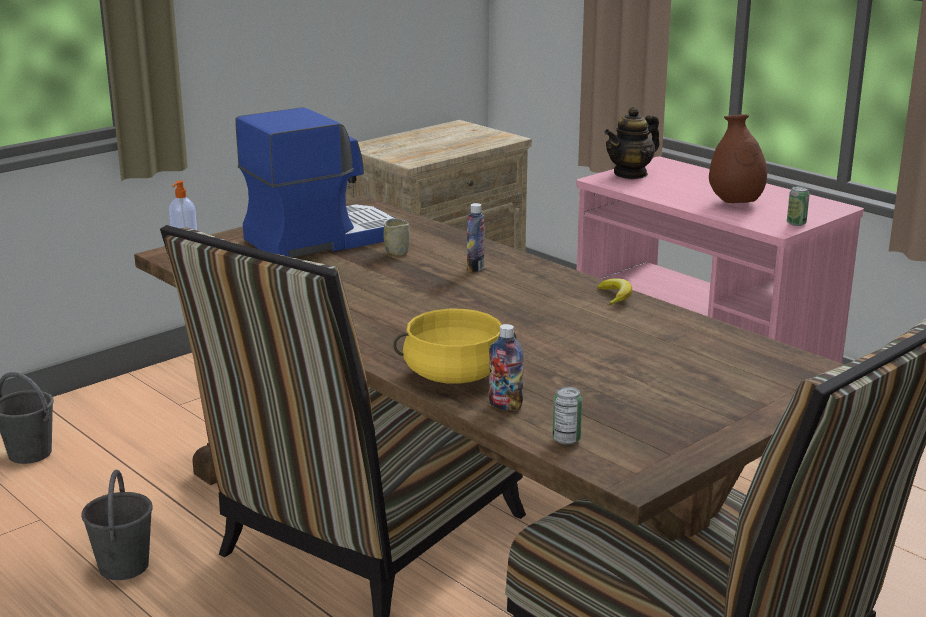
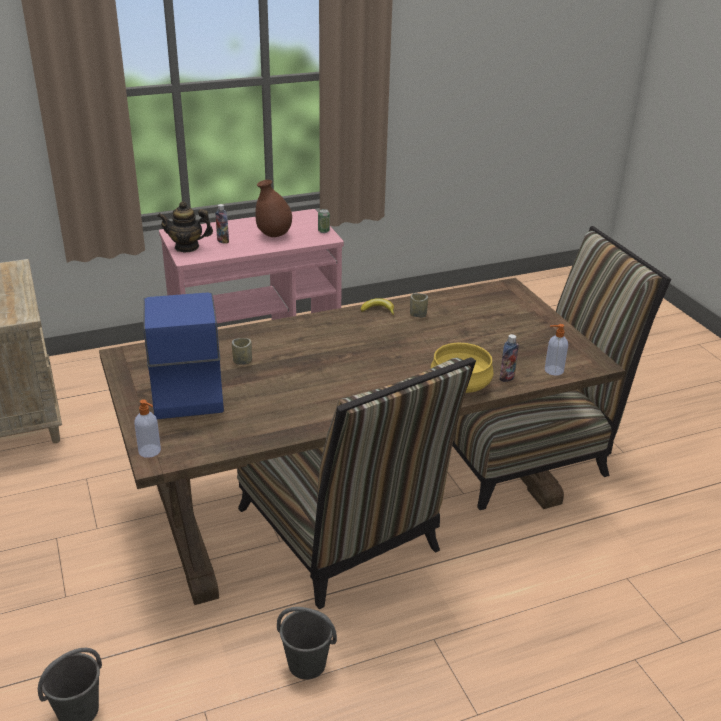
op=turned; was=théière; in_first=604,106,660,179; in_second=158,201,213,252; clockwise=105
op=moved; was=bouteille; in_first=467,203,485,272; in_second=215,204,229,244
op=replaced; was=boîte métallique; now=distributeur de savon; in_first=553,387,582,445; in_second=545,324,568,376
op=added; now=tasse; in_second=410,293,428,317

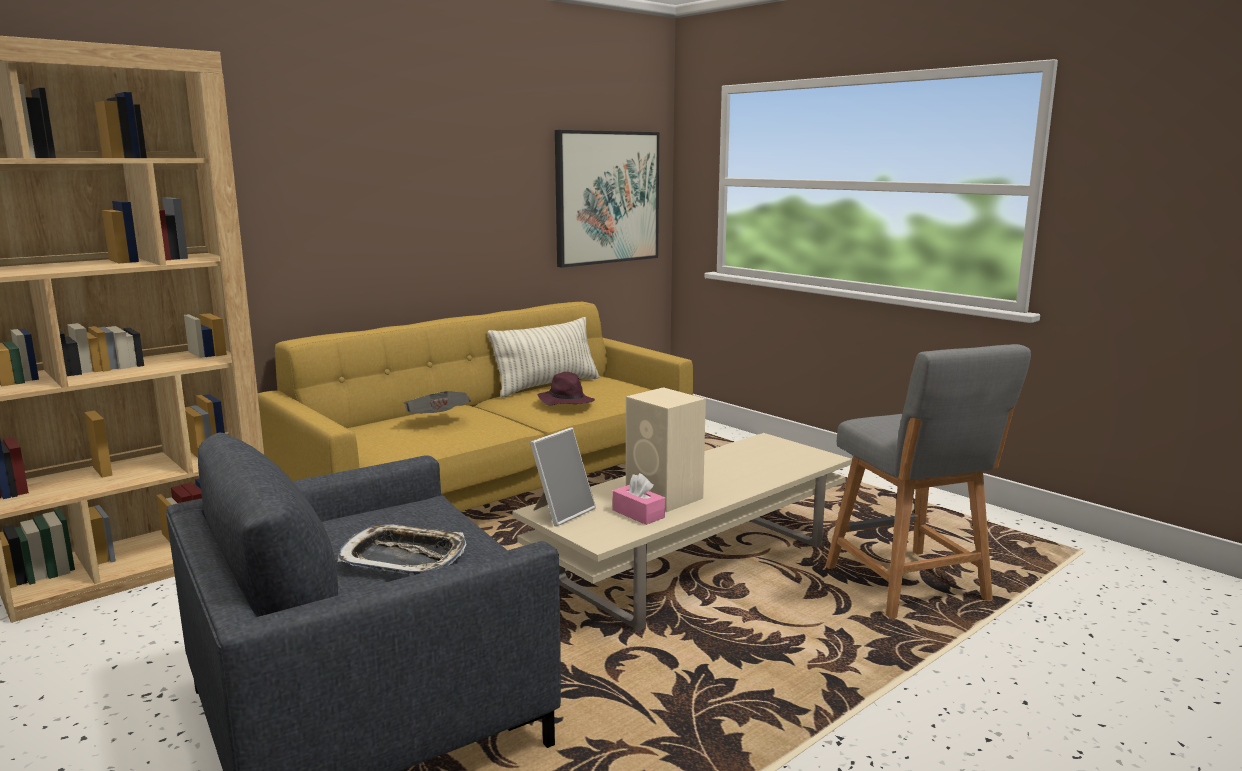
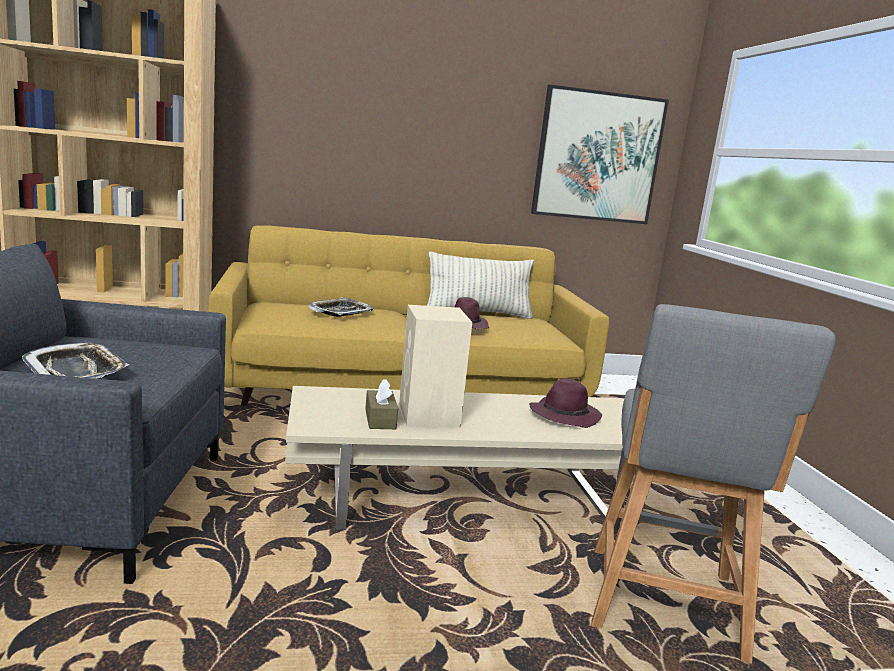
op=replaced; was=journal; now=plateau; in_first=404,391,471,414; in_second=308,297,374,317
op=removed; was=cadre photo; in_first=530,428,596,527
op=recoloured; was=boîte à mouchoirs/rose; now=boîte à mouchoirs/marron; in_first=612,473,665,525; in_second=365,379,398,429
op=added; now=chapeau/violet; in_second=529,378,602,428

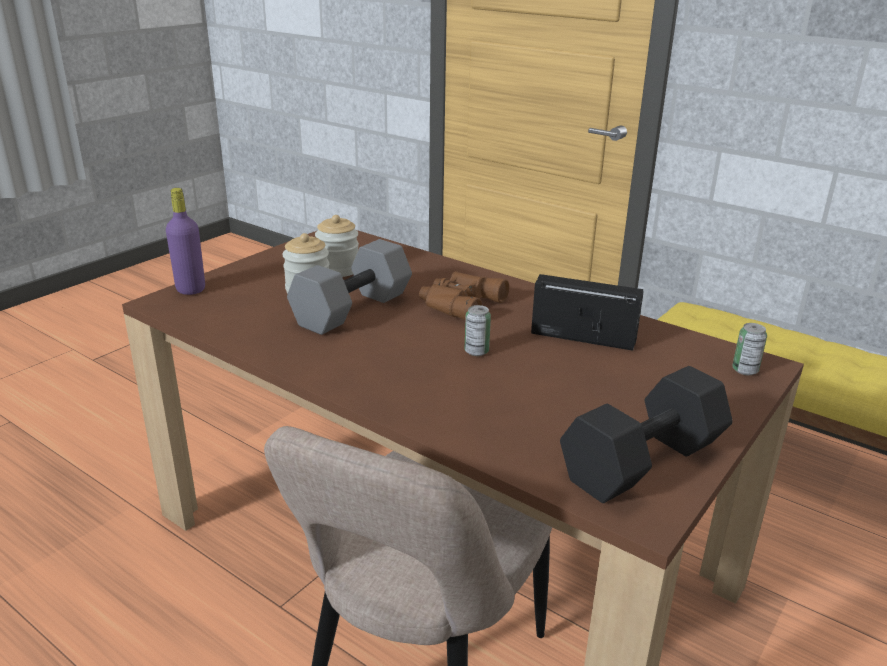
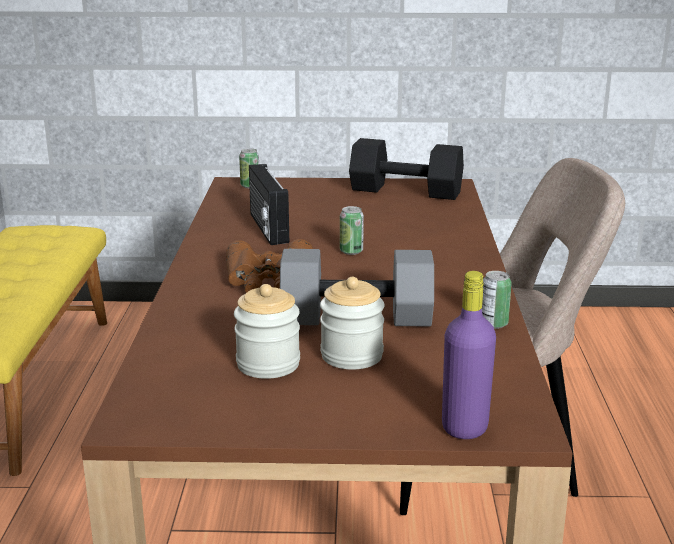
op=added; now=boîte métallique; in_second=482,271,512,329

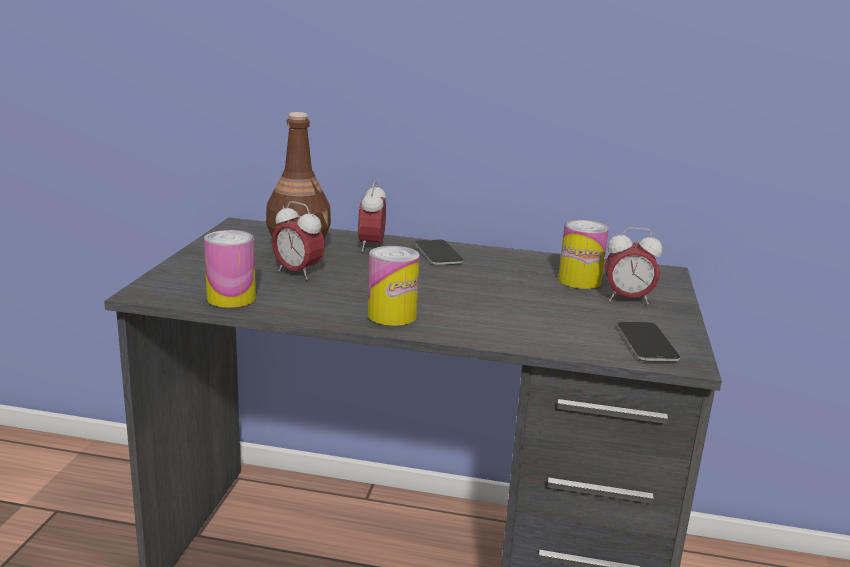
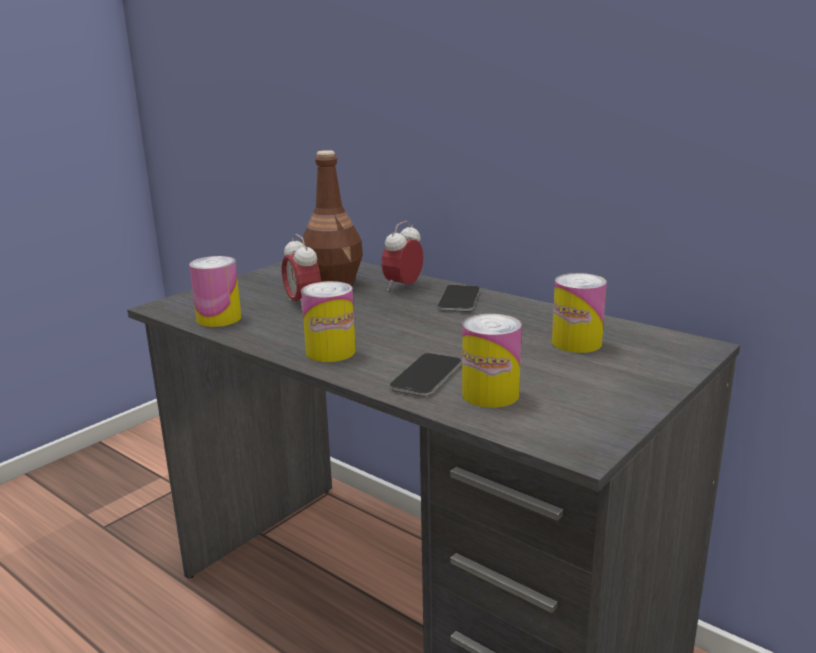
op=removed; was=réveil; in_first=605,227,662,304
op=moved; was=téléphone; in_first=617,322,680,362; in_second=389,353,461,396
op=added; now=boîte métallique; in_second=462,314,522,408

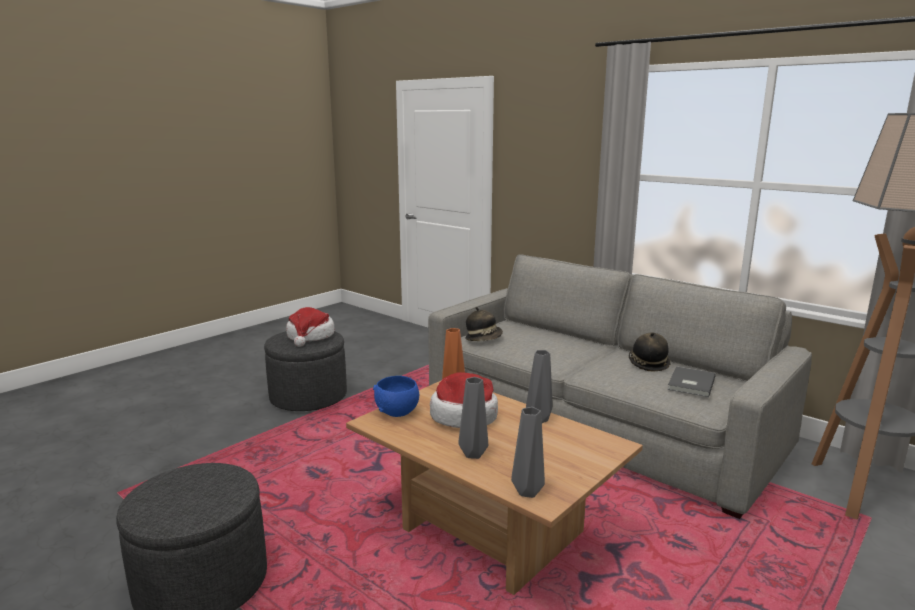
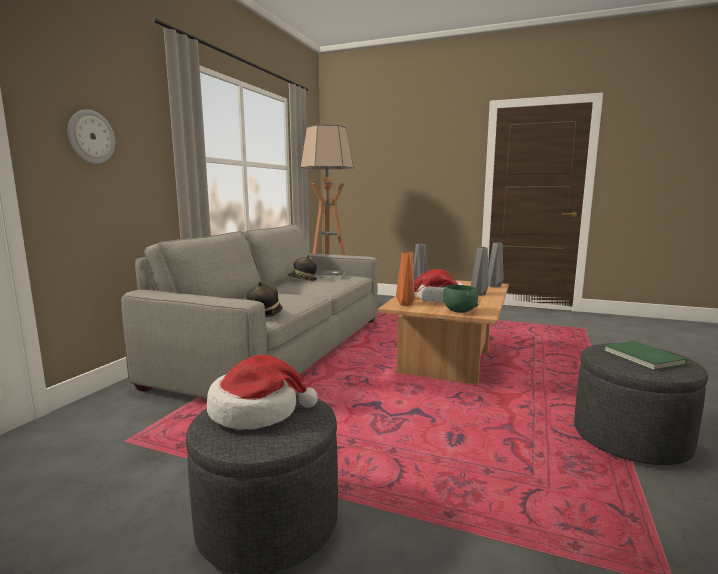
op=recoloured; was=bol/bleu; now=bol/vert; in_first=373,376,419,417; in_second=443,285,478,313
op=added; now=horloge murale; in_second=68,109,115,164
op=added; now=livre/vert; in_second=603,341,687,370

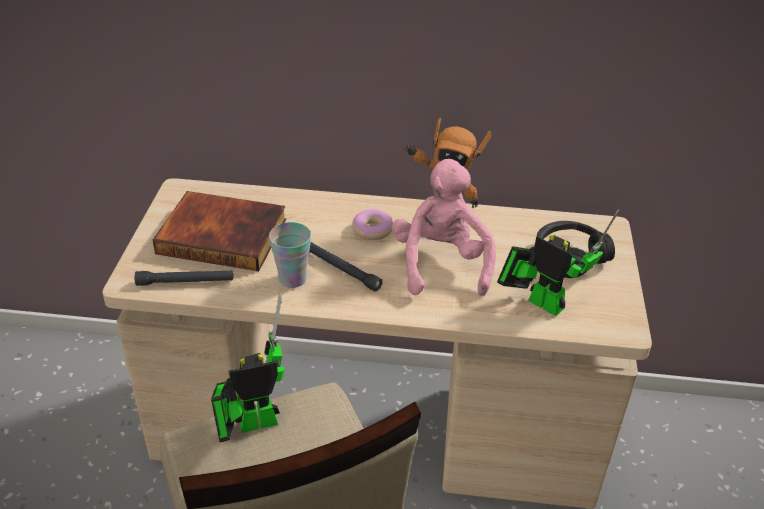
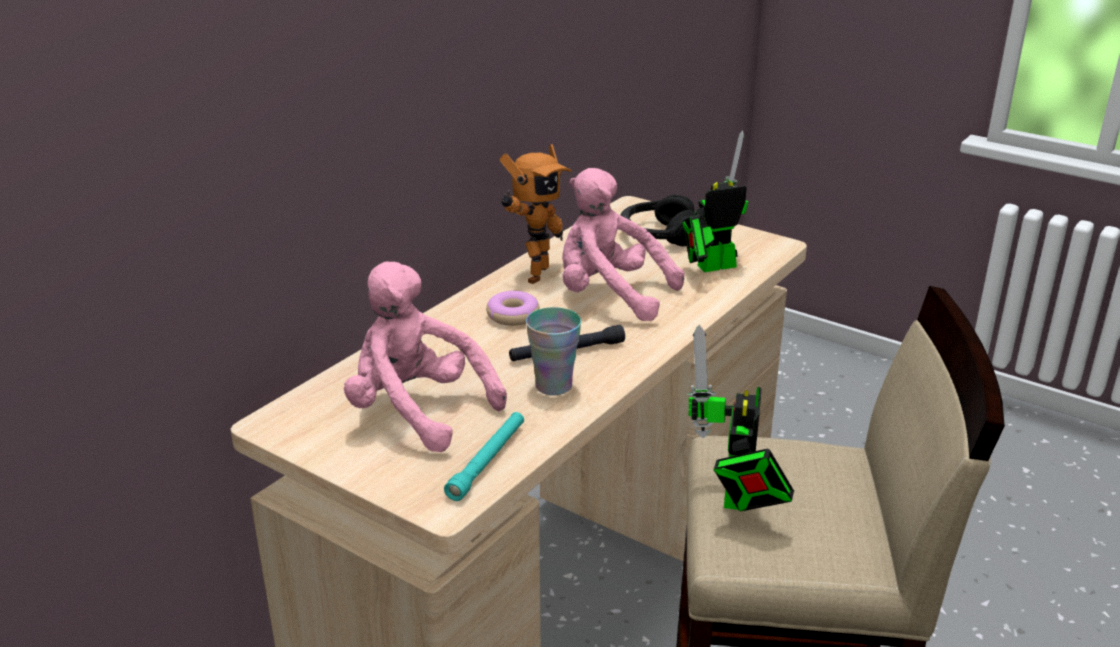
op=replaced; was=livre; now=peluche/rose; in_first=153,191,286,271; in_second=344,261,507,452
op=recoloured; was=lampe de poche/noir; now=lampe de poche/turquoise; in_first=135,270,234,286; in_second=444,412,524,501

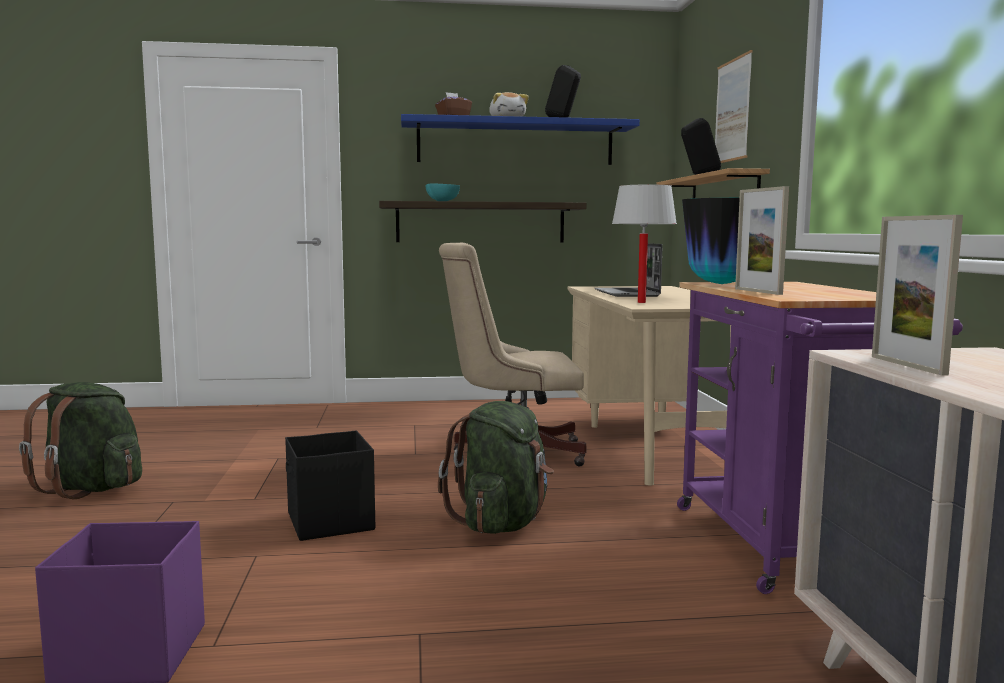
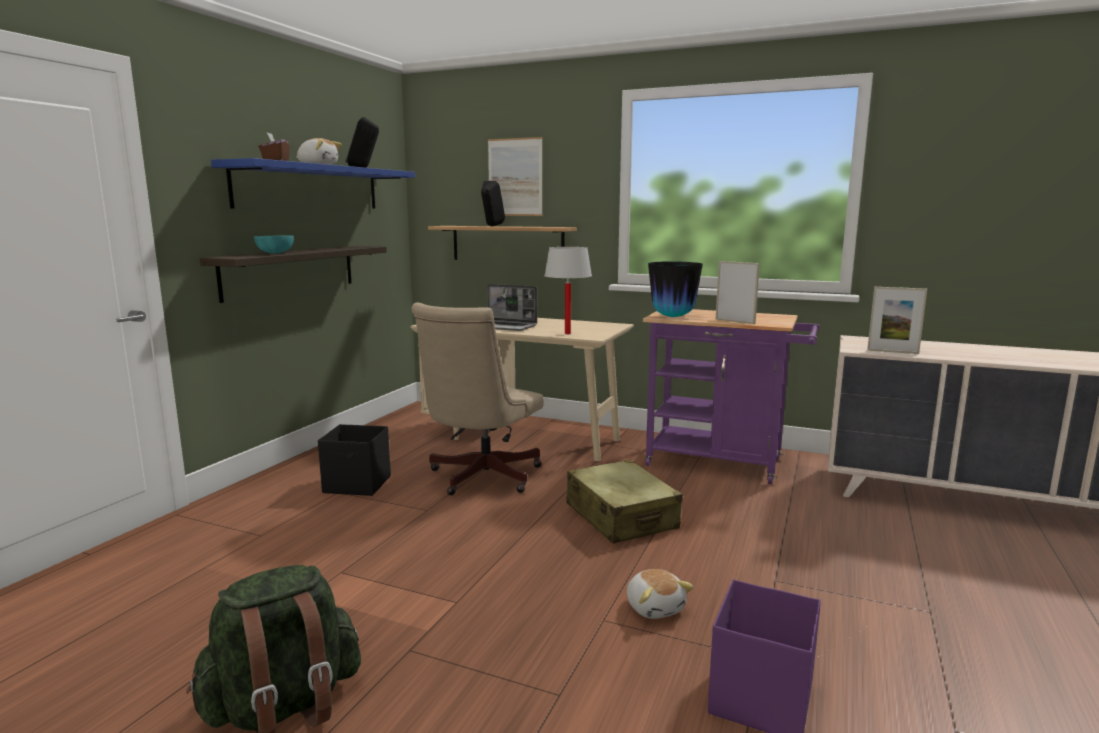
op=turned; was=cadre photo; in_first=735,186,789,295; in_second=715,261,760,324; clockwise=-150
op=replaced; was=sac à dos/vert; now=valise/beige; in_first=438,401,554,534; in_second=566,459,683,544
op=moved; was=boîte de rangement/noir; in_first=285,431,375,541; in_second=318,424,391,496
op=added; now=peluche; in_second=627,569,694,619

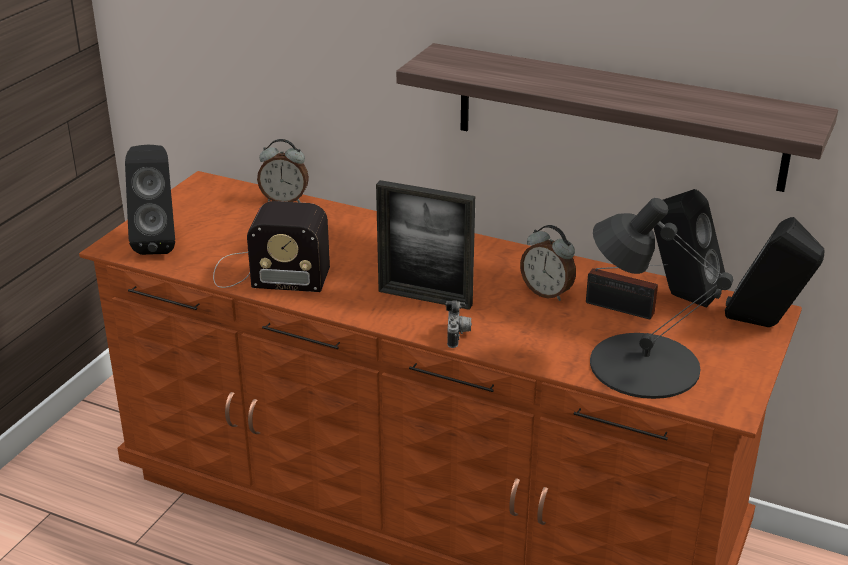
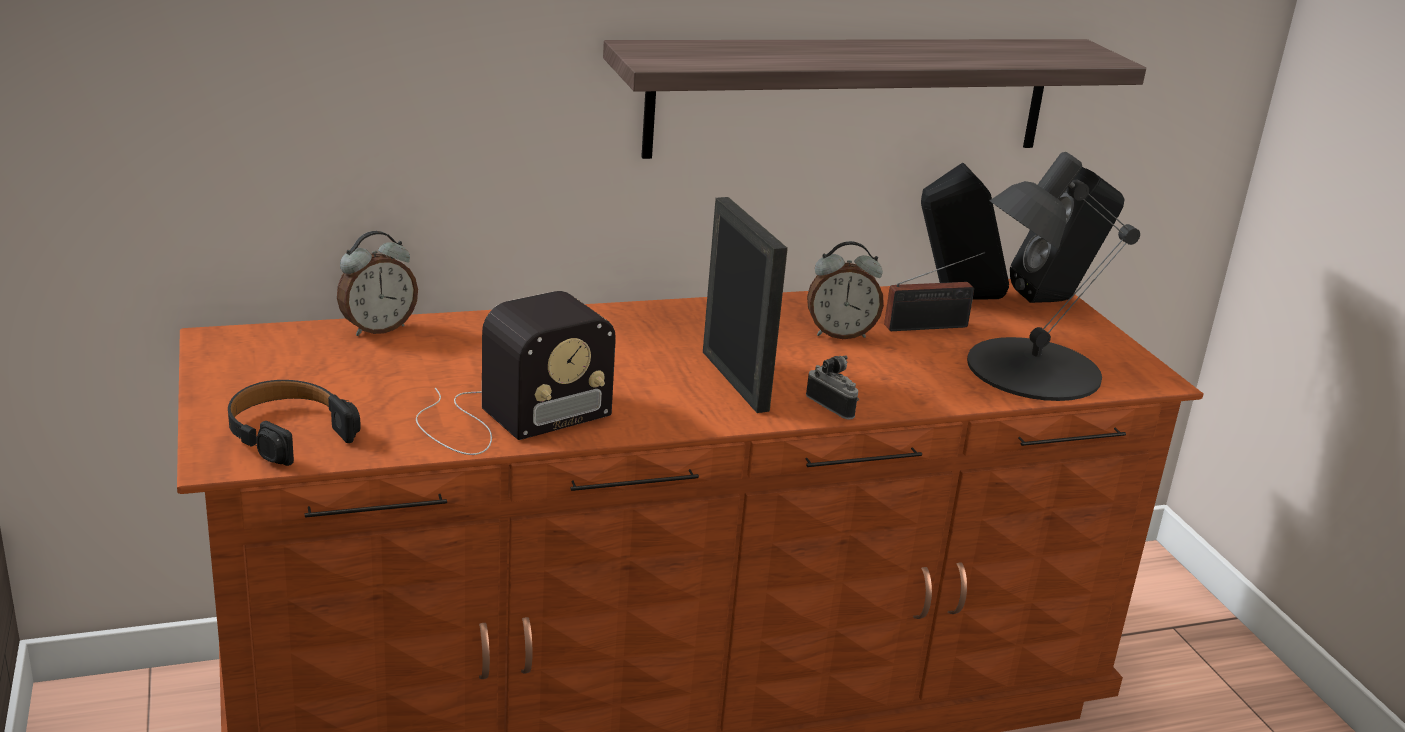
op=replaced; was=enceinte/noir; now=casque audio/noir; in_first=125,145,175,255; in_second=228,380,361,466
op=turned; was=cadre photo; in_first=376,180,475,310; in_second=703,197,788,413; clockwise=-90

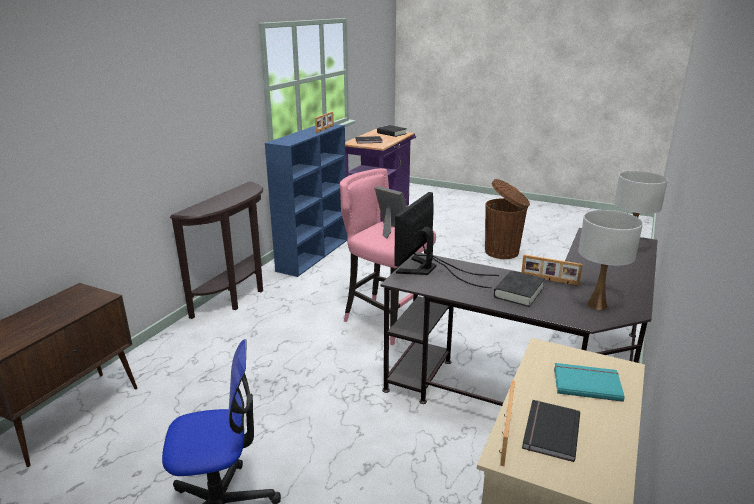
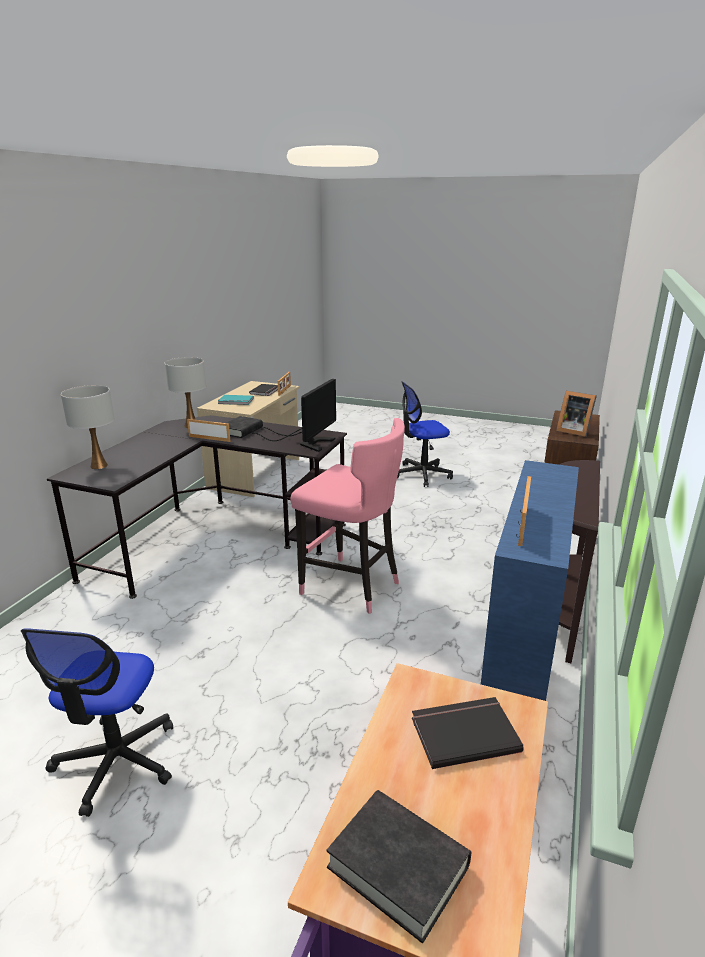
op=replaced; was=poubelle/marron; now=chaise de bureau; in_first=485,179,530,259; in_second=21,629,173,817
op=moved; was=cadre photo; in_first=374,186,407,239; in_second=556,391,597,437

